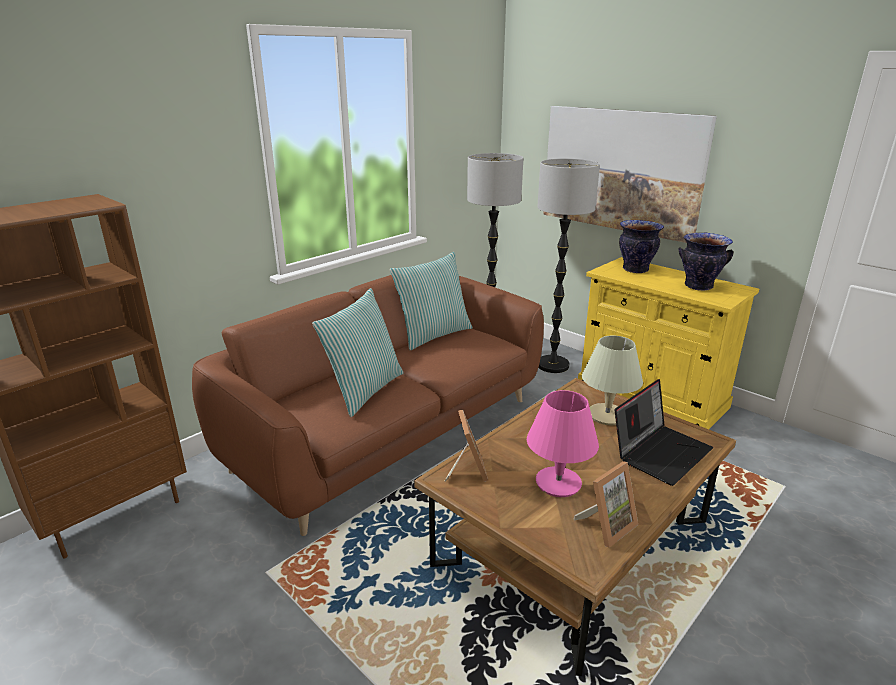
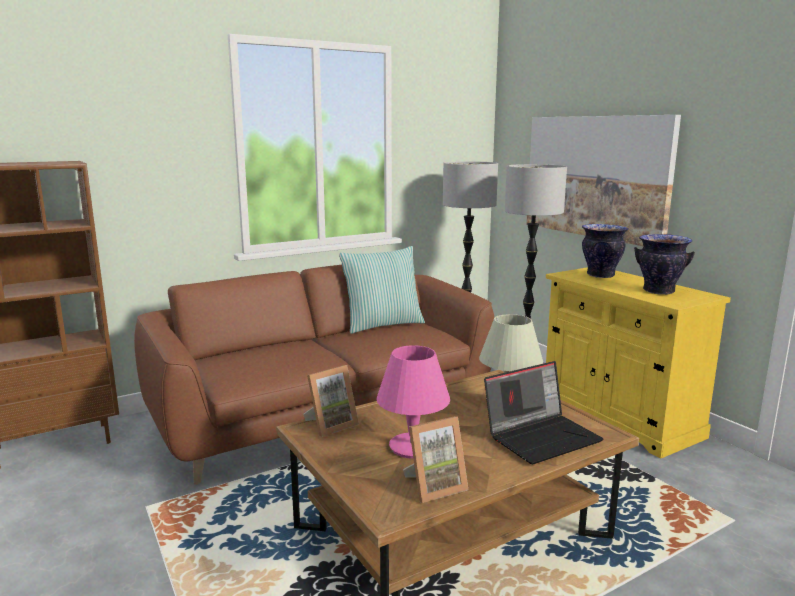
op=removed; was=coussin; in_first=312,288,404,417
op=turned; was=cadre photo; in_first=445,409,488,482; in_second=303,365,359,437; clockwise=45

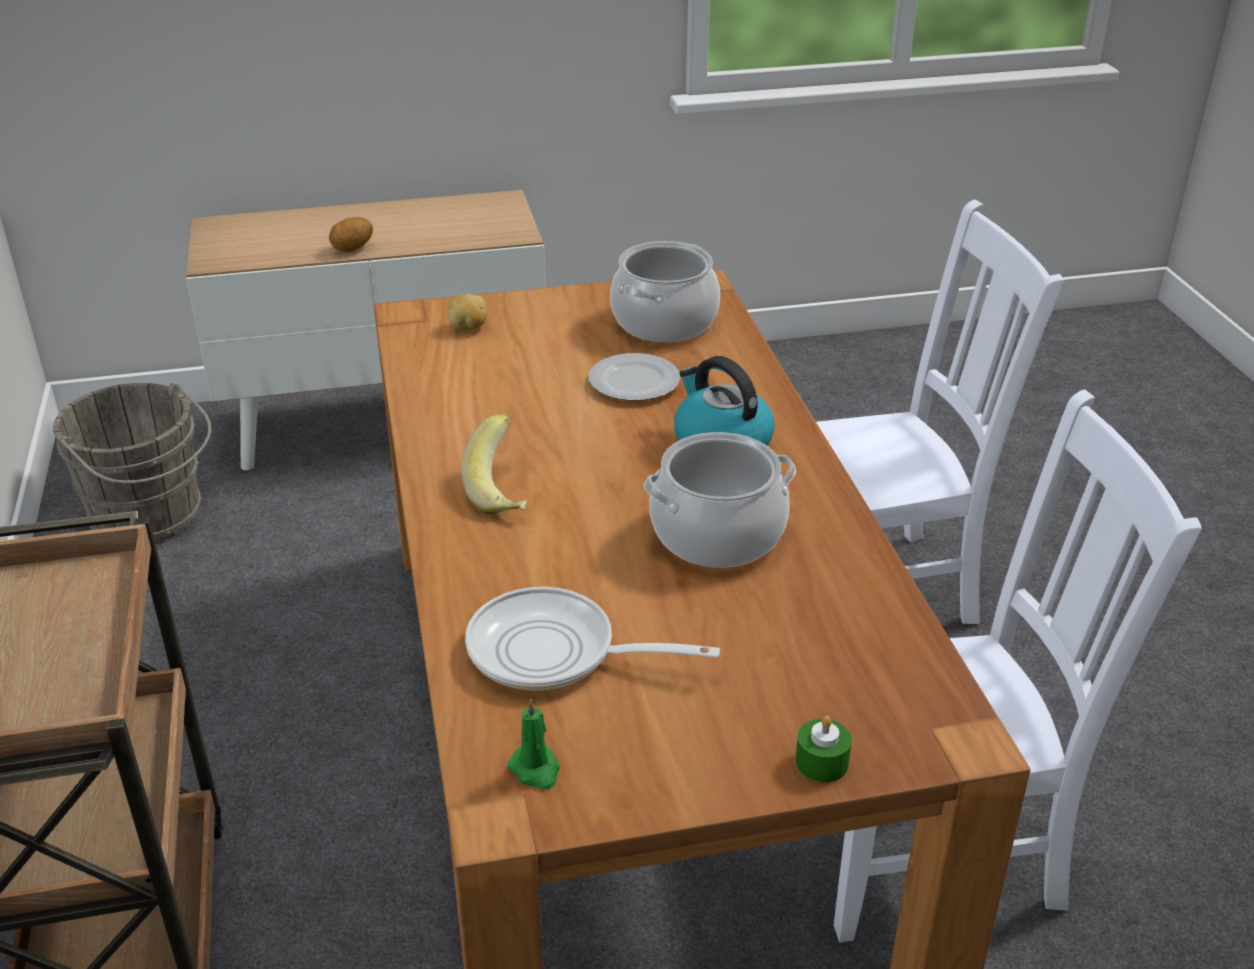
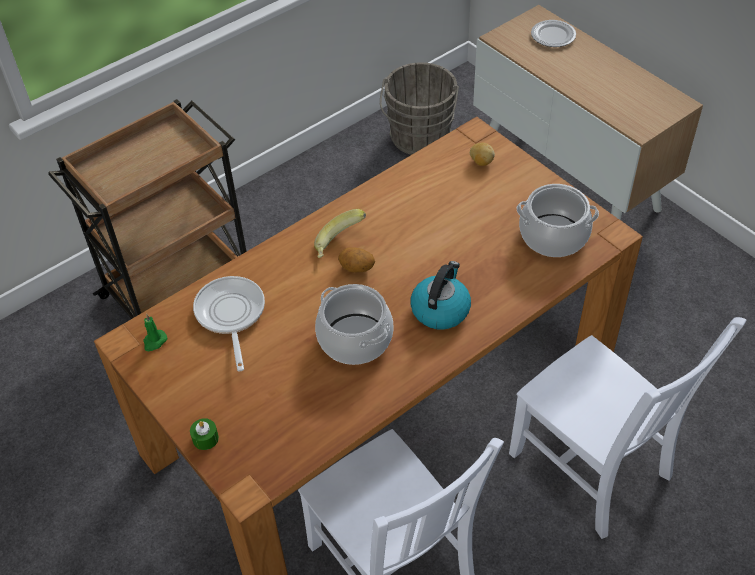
op=moved; was=pomme de terre; in_first=329,217,373,252; in_second=338,247,375,273
op=moved; was=assiette; in_first=588,353,681,401; in_second=531,20,576,47

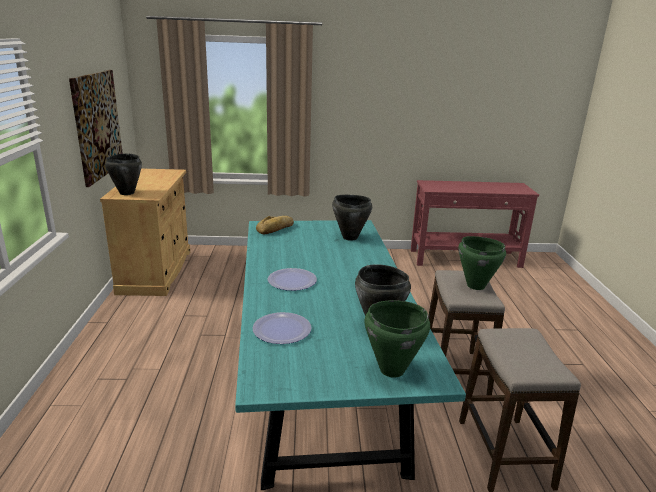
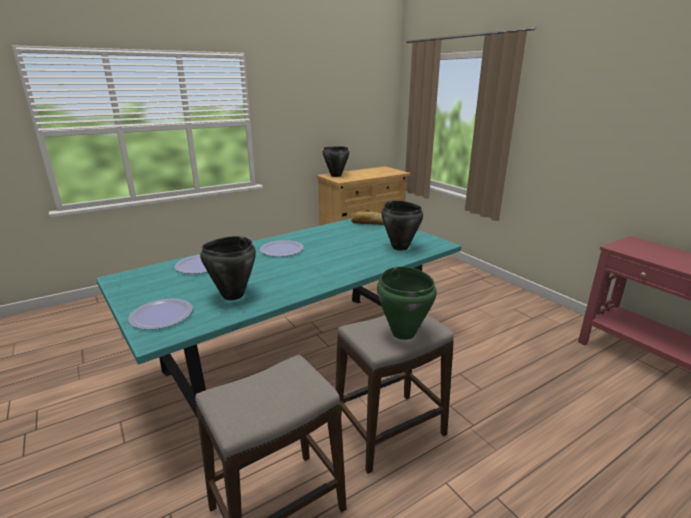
op=removed; was=tableau; in_first=69,70,123,187
op=replaced; was=marmite/vert; now=assiette; in_first=365,300,430,378; in_second=128,299,193,330

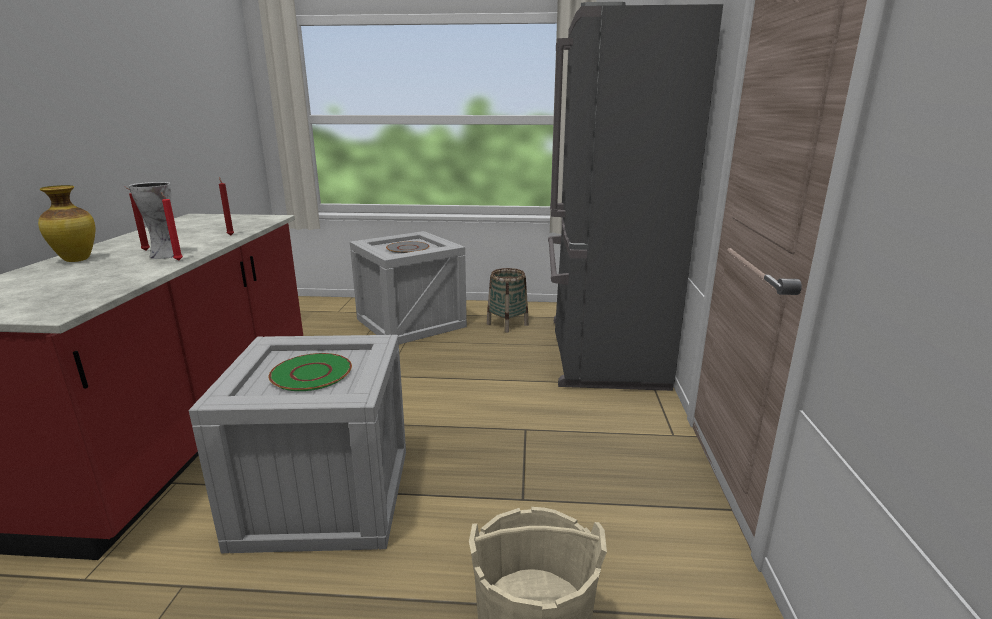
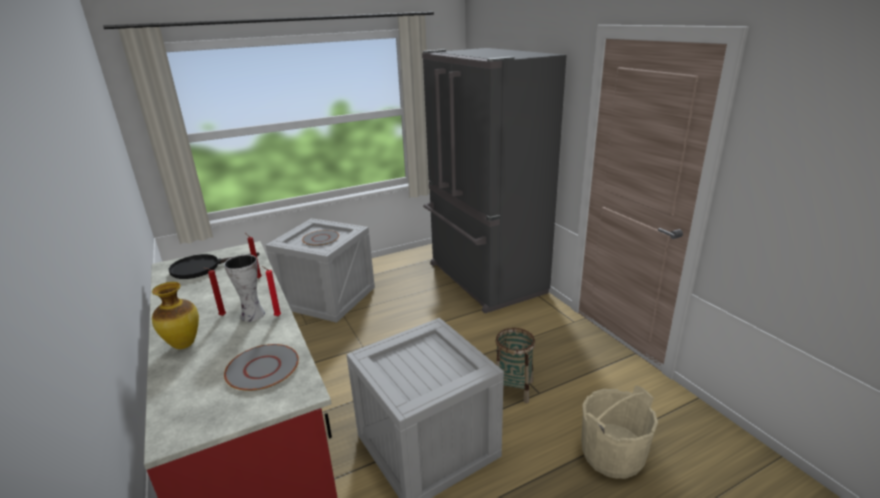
op=moved; was=panier; in_first=487,268,529,333; in_second=496,328,535,403
op=removed; was=assiette/vert; in_first=269,353,352,391
op=added; now=poêle/noir; in_second=169,252,259,279
op=added; now=assiette/gris; in_second=224,344,299,391

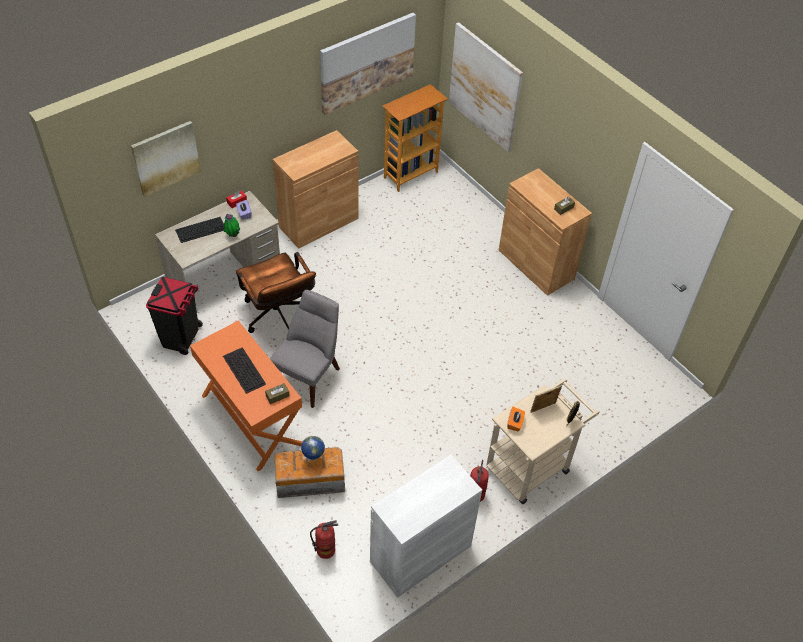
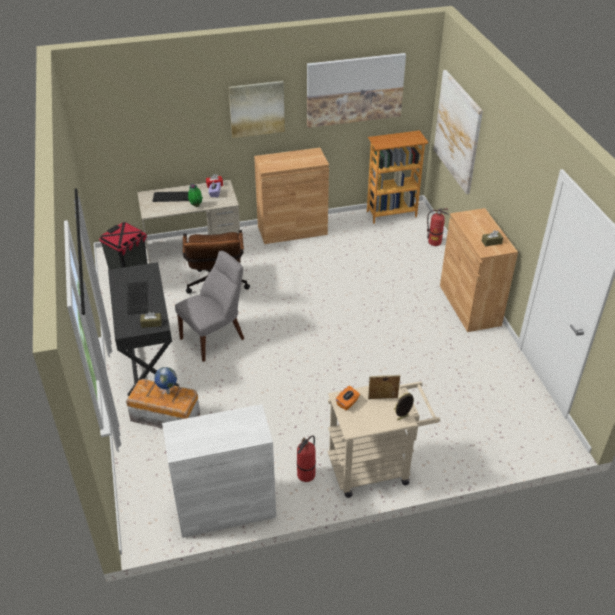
op=moved; was=tableau; in_first=131,121,201,197; in_second=229,81,285,138
op=recoloured; was=bureau/orange; now=bureau/noir; in_first=190,320,303,471; in_second=108,262,179,396
op=moved; was=extincteur; in_first=310,520,338,559; in_second=427,208,448,246

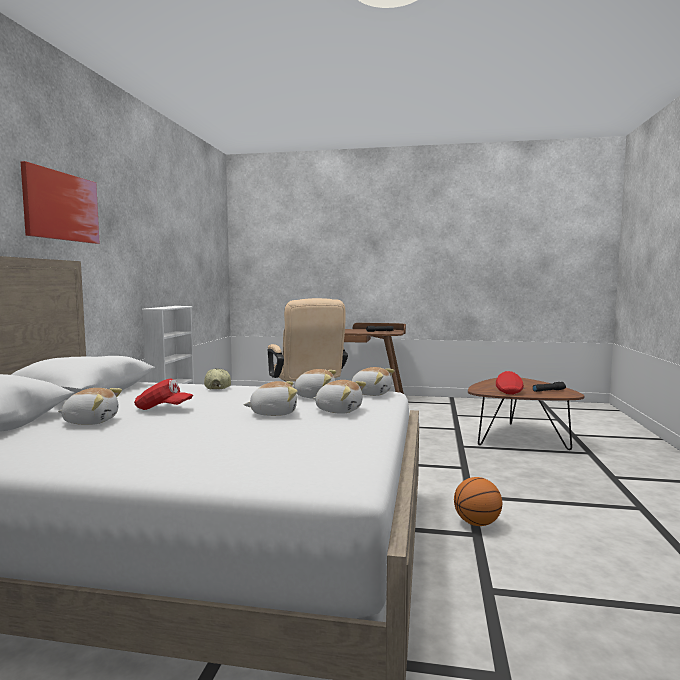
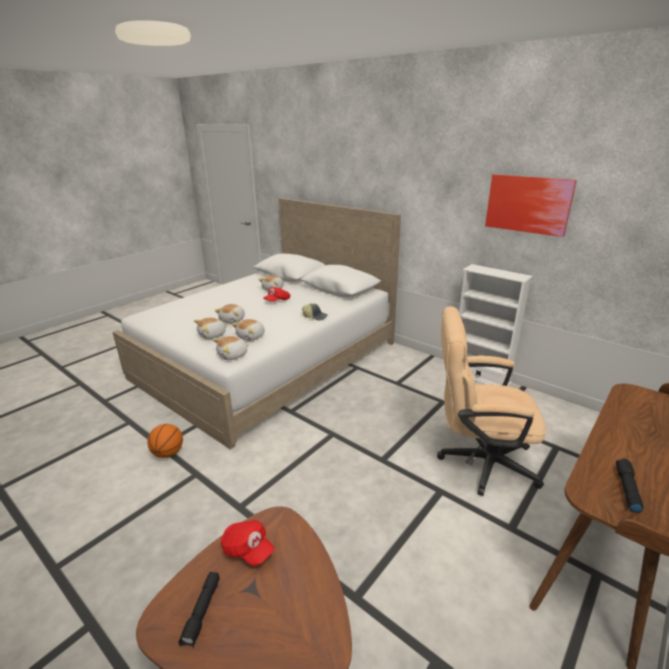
op=moved; was=tableau; in_first=21,161,100,244; in_second=485,174,577,237

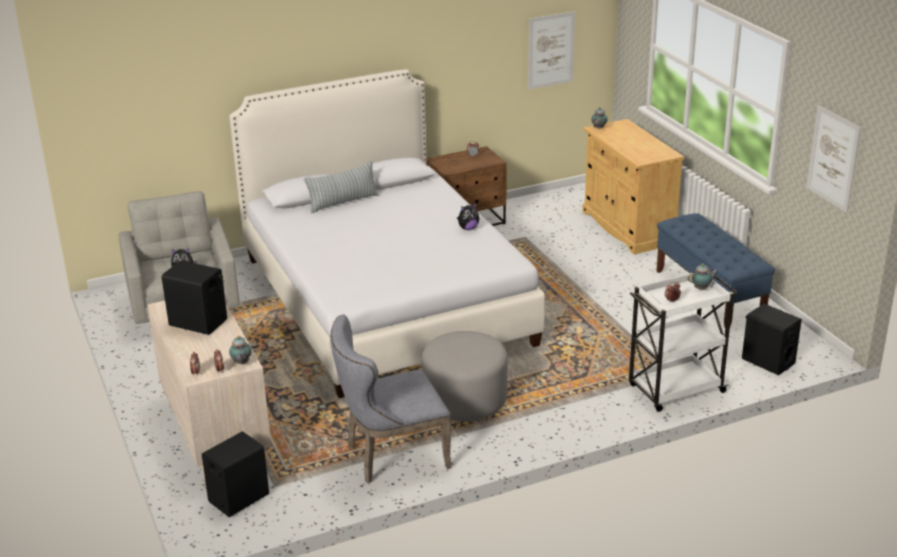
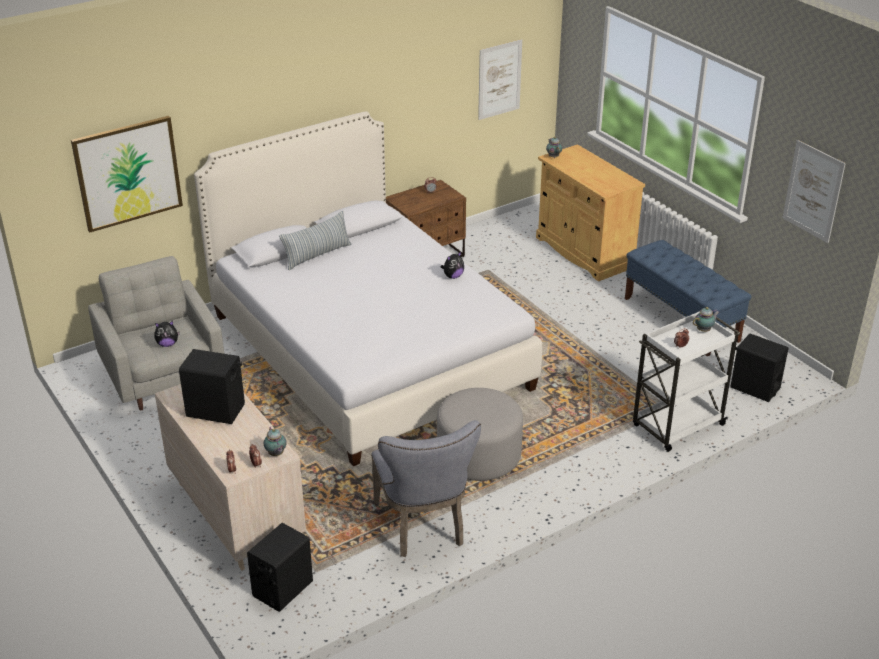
op=turned; was=chaise/gris; in_first=330,314,452,483; in_second=371,420,481,557; clockwise=-75
op=added; now=tableau; in_second=71,116,183,232

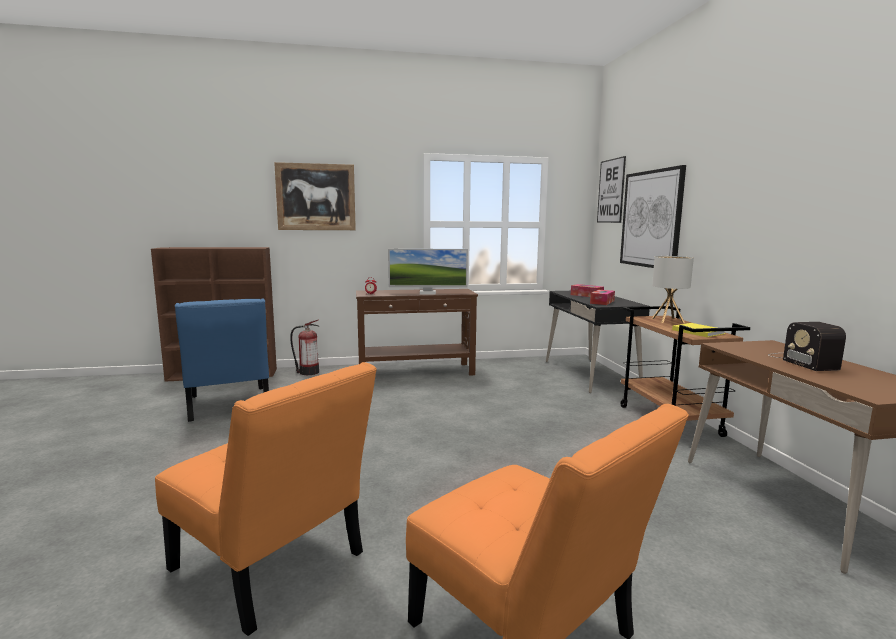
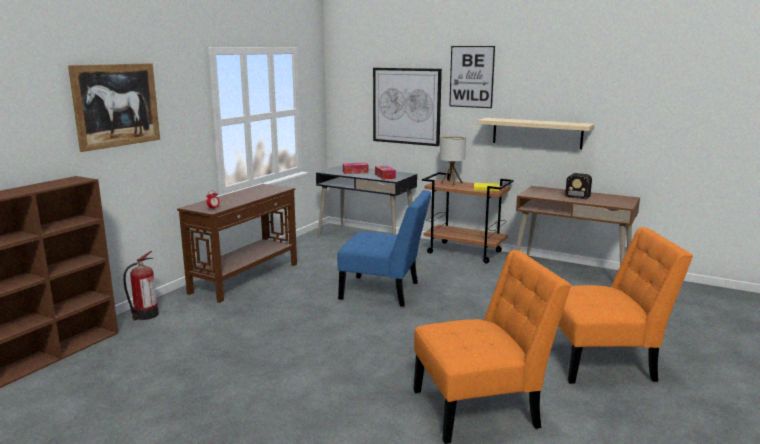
op=moved; was=tableau; in_first=597,156,626,223; in_second=449,46,495,108
op=removed; was=écran d'ordinateur; in_first=388,248,468,295
op=moved; was=chaise/bleu; in_first=175,298,269,422; in_second=337,190,431,307
op=added; now=étagère/beige; in_second=477,118,595,149

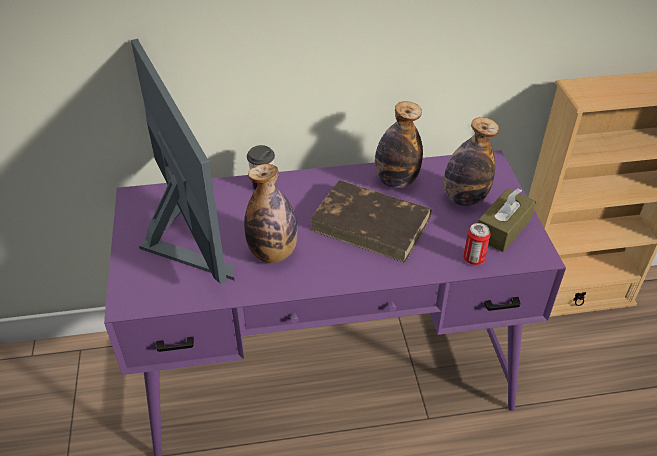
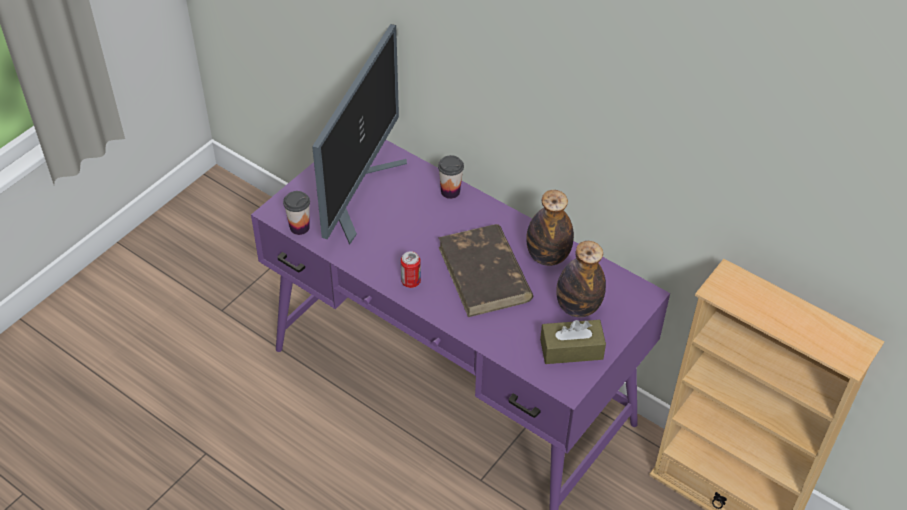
op=removed; was=bouteille; in_first=244,164,298,263
op=moved; was=boîte métallique; in_first=463,223,491,265; in_second=401,251,421,288
op=added; now=tasse; in_second=283,191,310,235

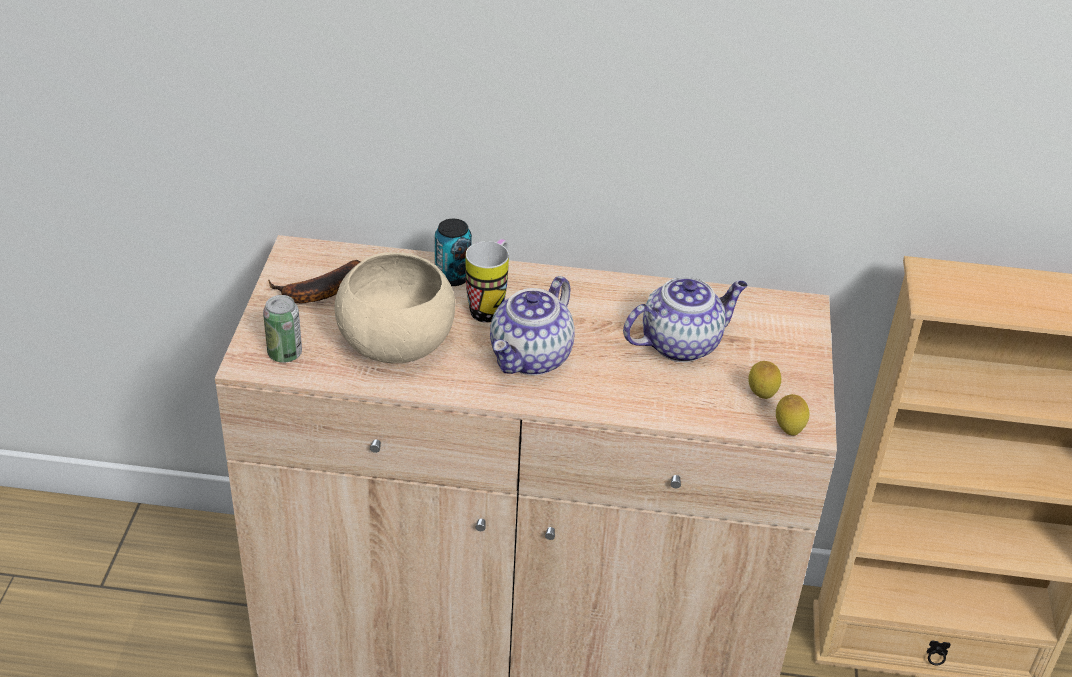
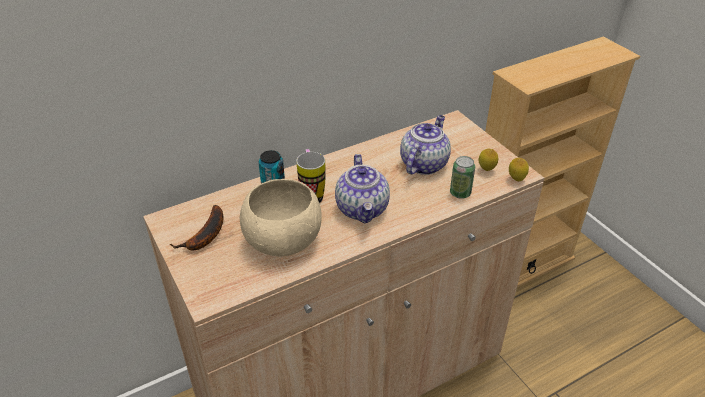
op=moved; was=boîte métallique; in_first=263,295,302,363; in_second=450,156,475,199

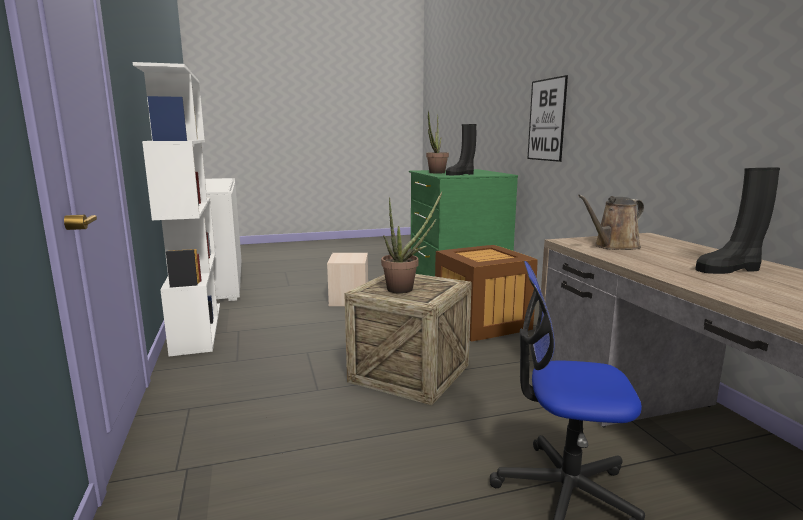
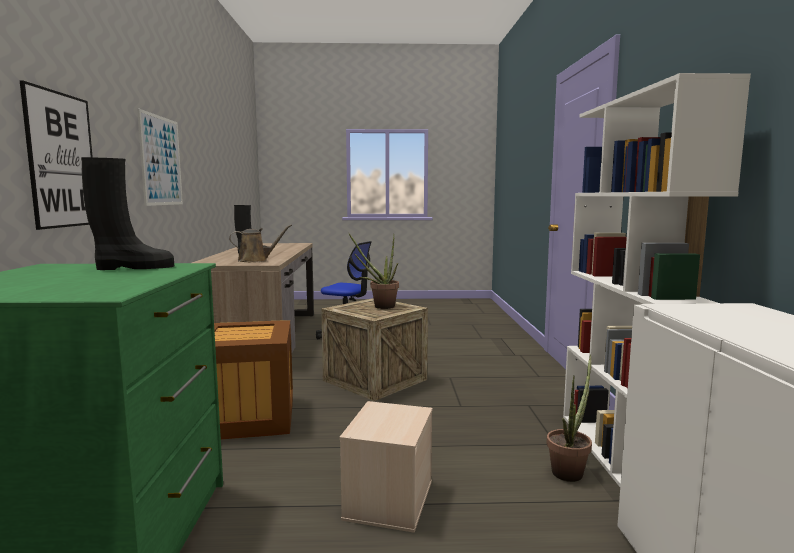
op=moved; was=plante en pot; in_first=426,111,449,173; in_second=547,354,592,482
op=added; now=tableau; in_second=137,109,183,206

